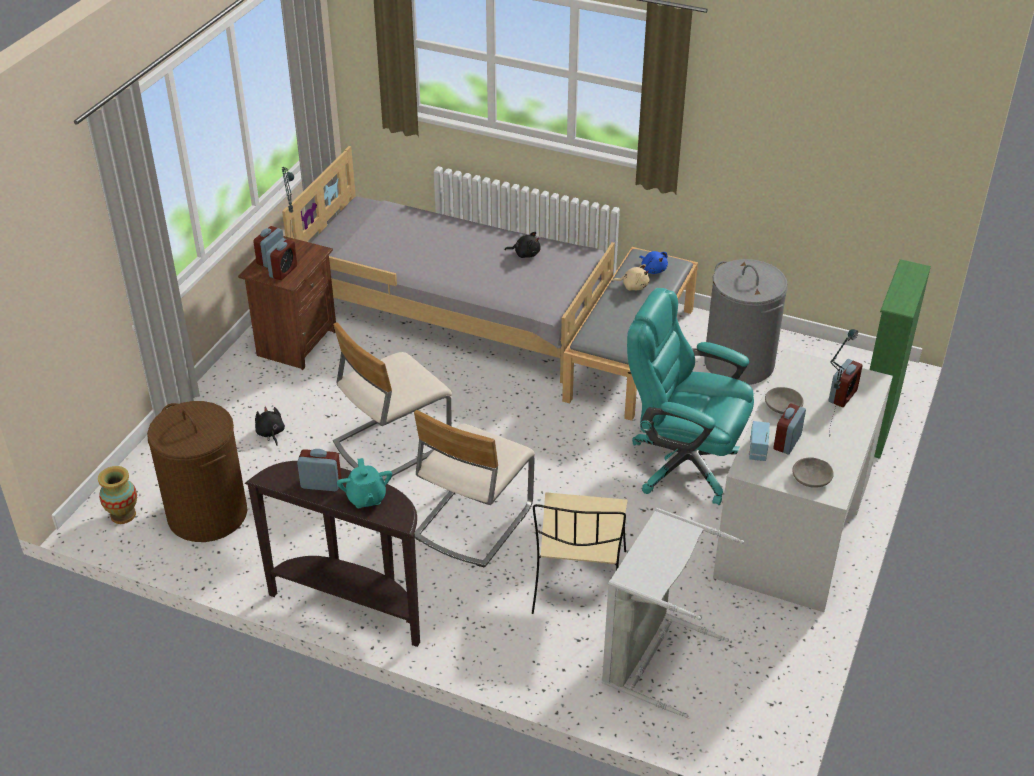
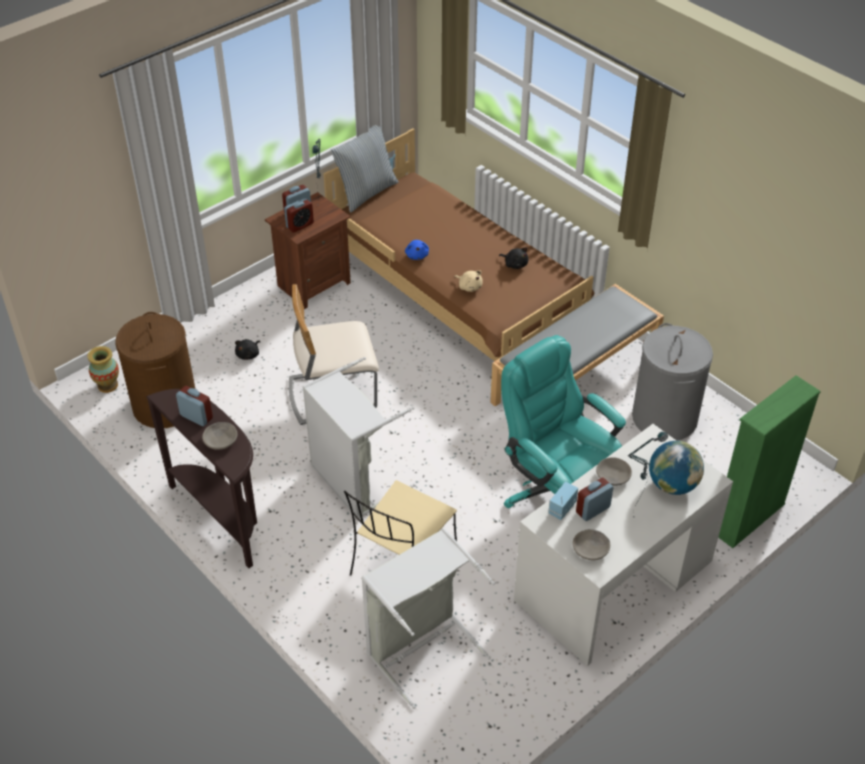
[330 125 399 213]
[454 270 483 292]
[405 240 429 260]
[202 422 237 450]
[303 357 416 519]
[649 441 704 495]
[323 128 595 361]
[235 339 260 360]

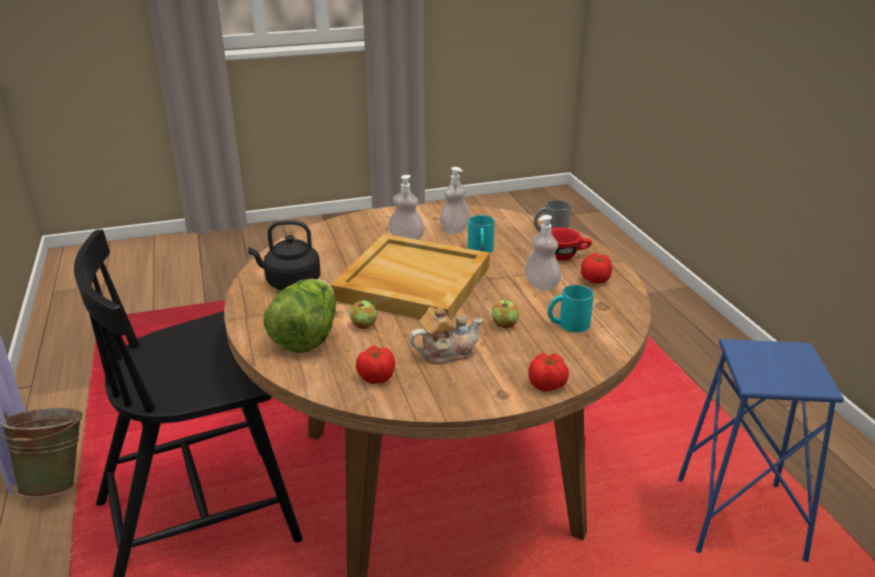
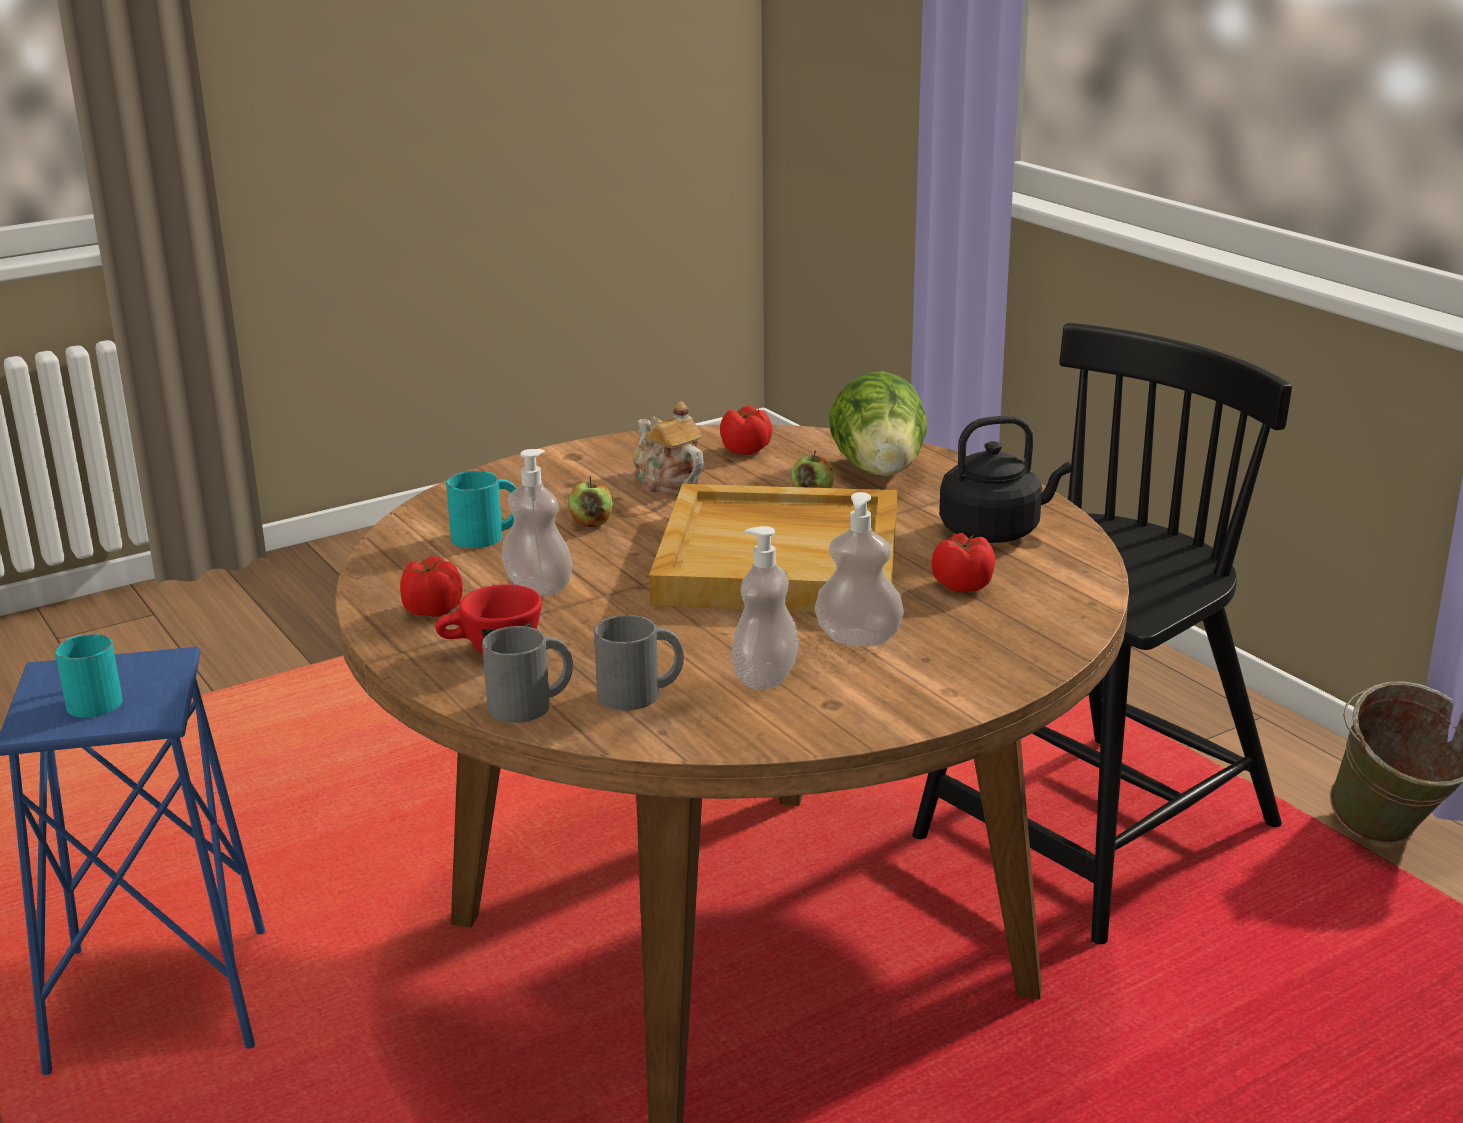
[594 615 684 710]
[55 634 123 718]
[932 533 995 593]
[633 401 704 494]

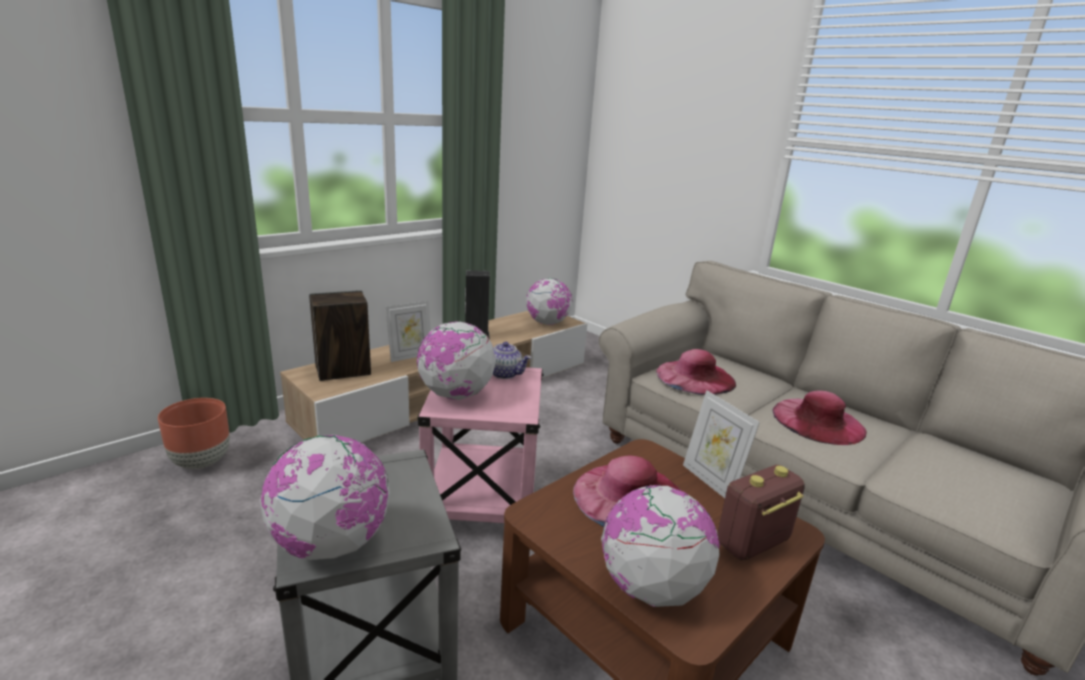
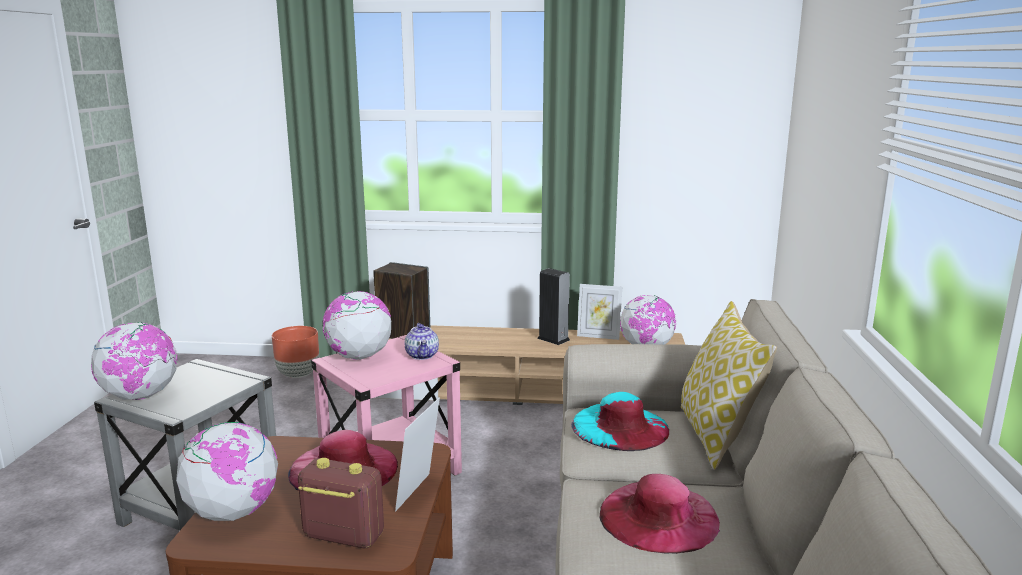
[681 301 777 470]
[577 284 622 340]
[571 392 669 451]

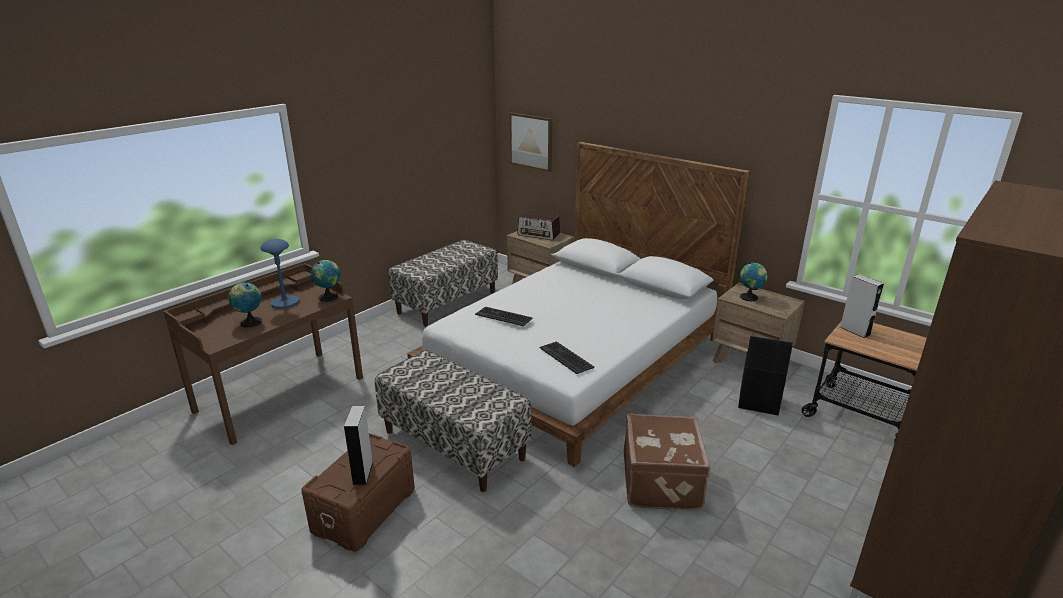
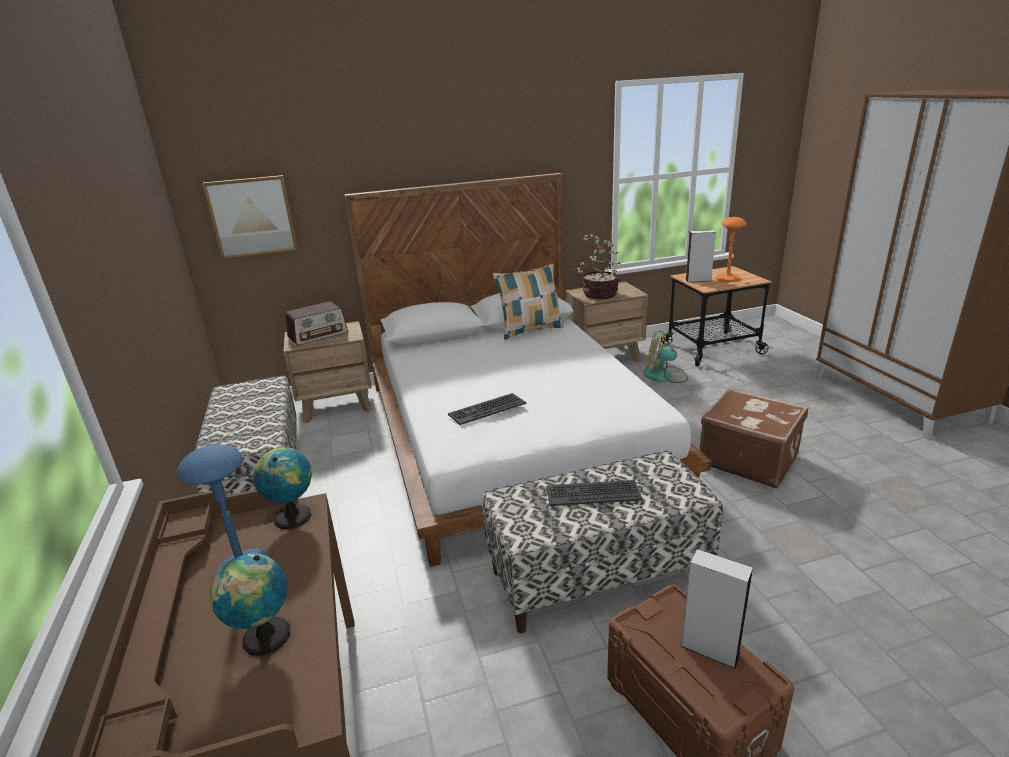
[493 264 564 340]
[716 217 747 282]
[547 480 643 506]
[643 330 688 383]
[575 232 620 299]

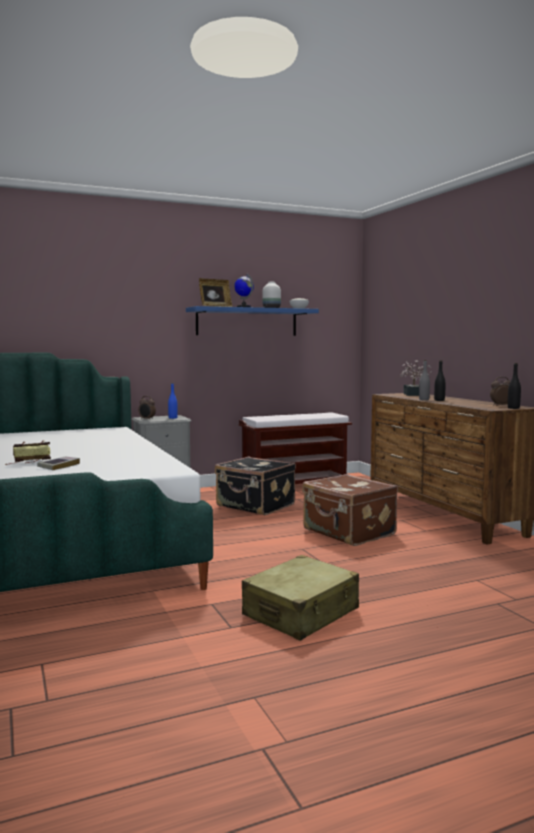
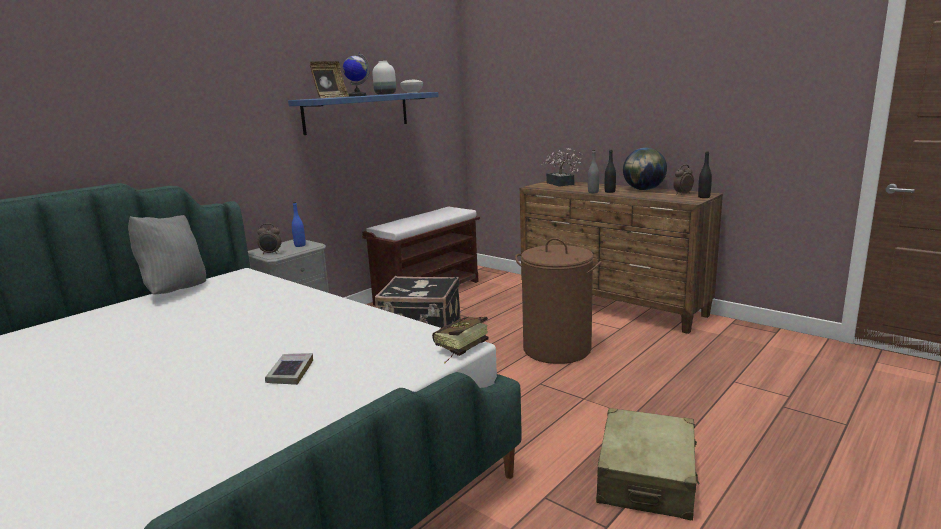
[128 215 206 295]
[623 148 667 190]
[432 317 489 363]
[515 238 602 364]

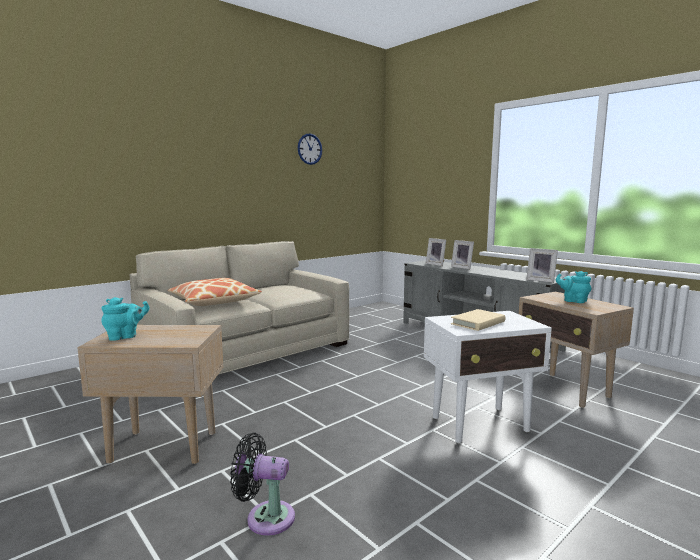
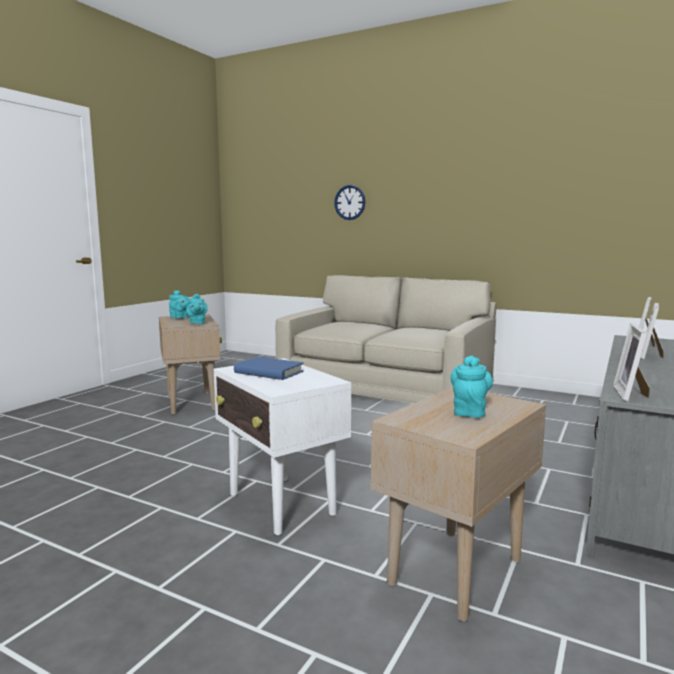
[168 278 262 306] (first image)
[230 433 295 536] (first image)
[186 294 208 324]
[334 185 365 220]
[234 357 304 380]

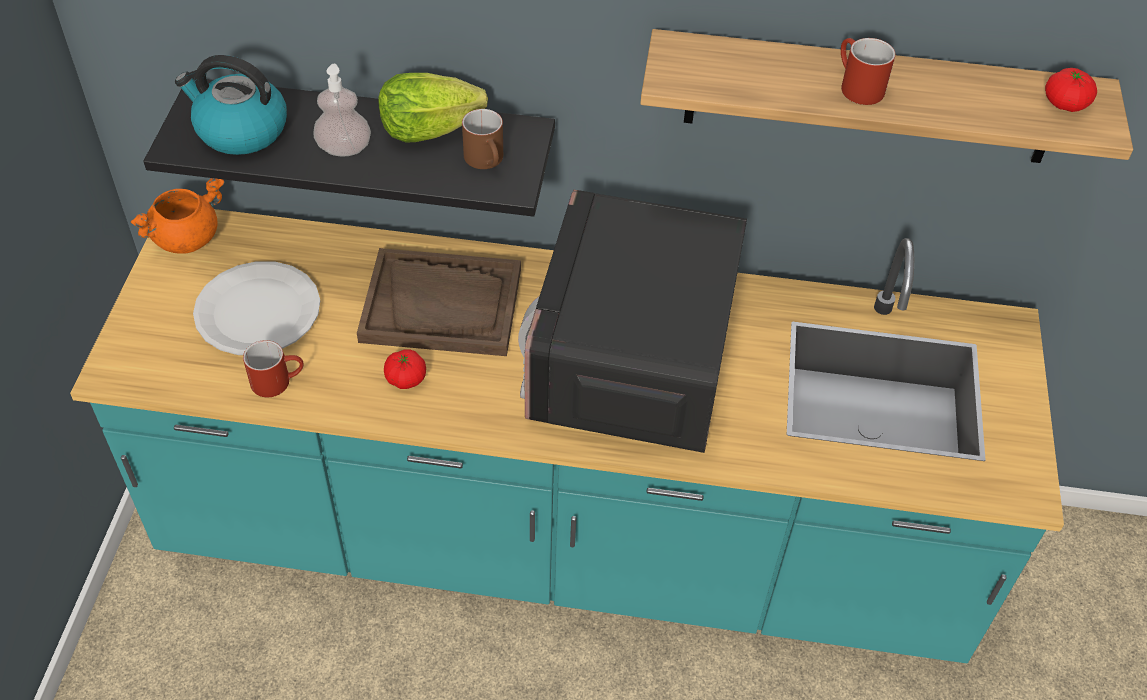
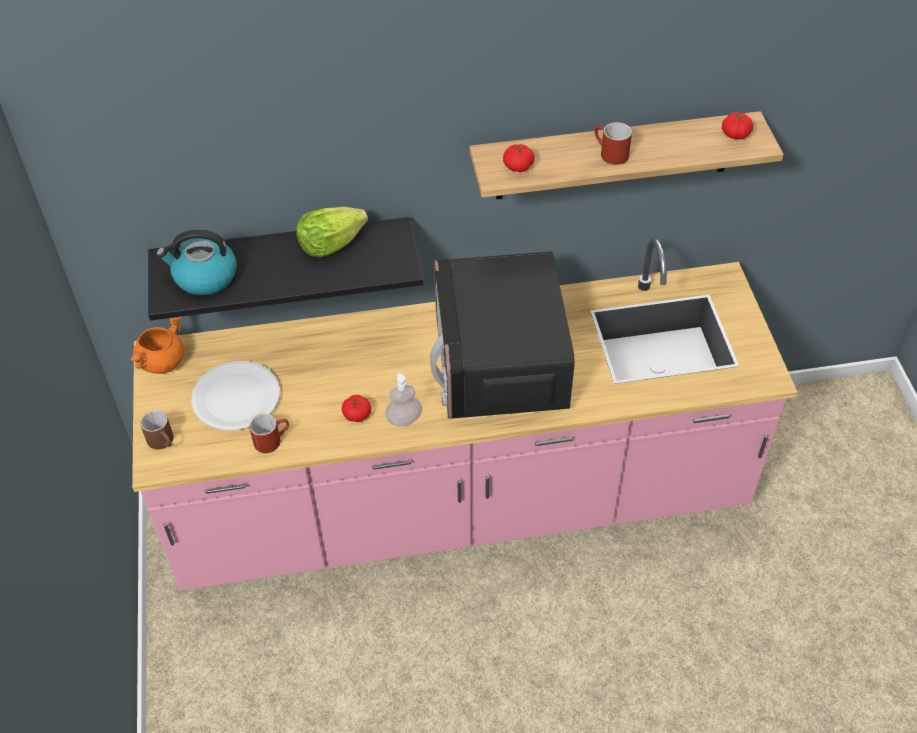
[357 248 521 356] (first image)
[503 144 535 172]
[385 373 422 426]
[140 410 174 449]
[132 238 798 591]

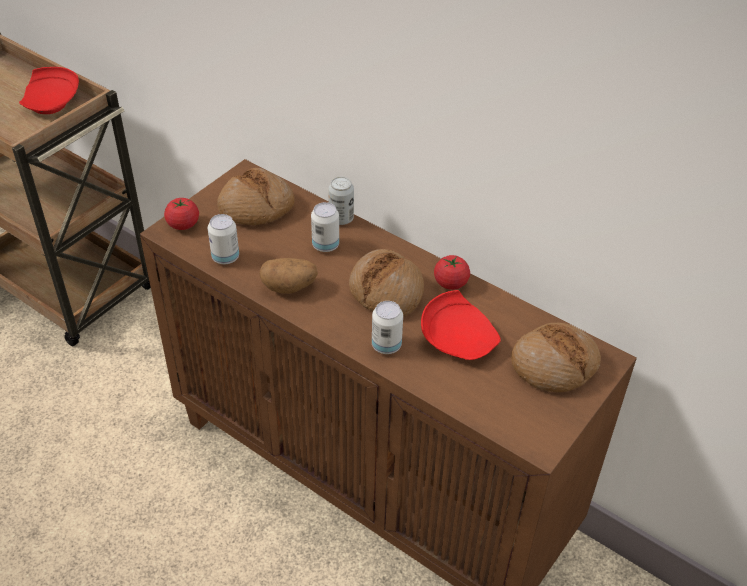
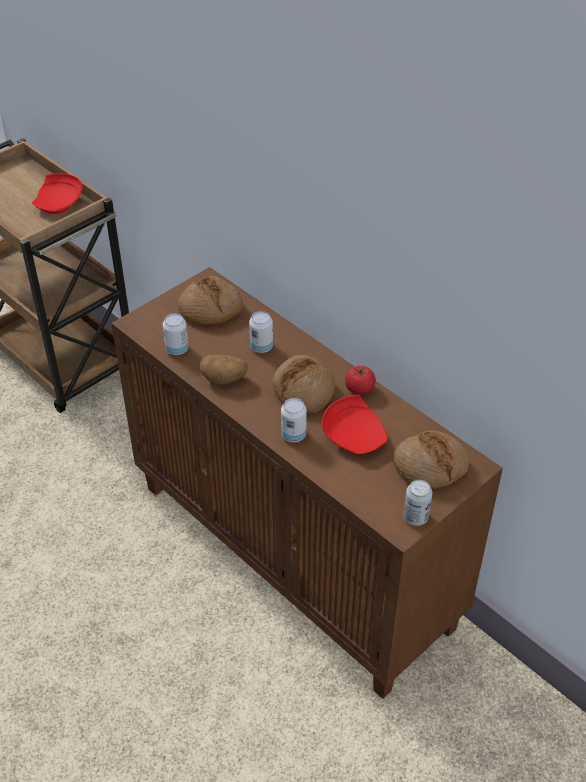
[164 197 199 230] (first image)
[404 480 432 526]

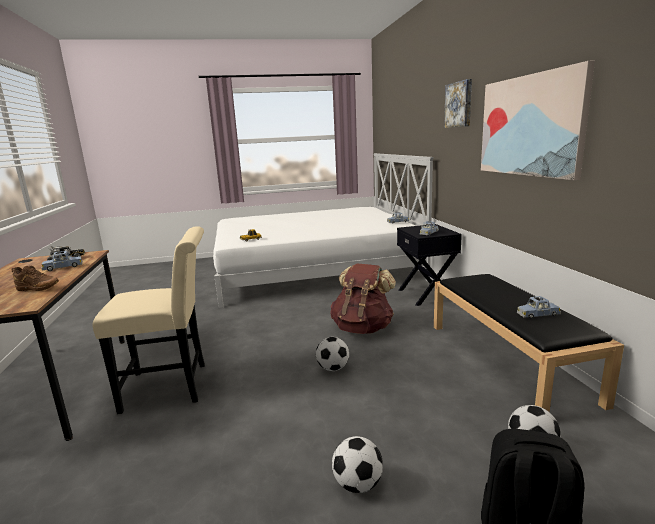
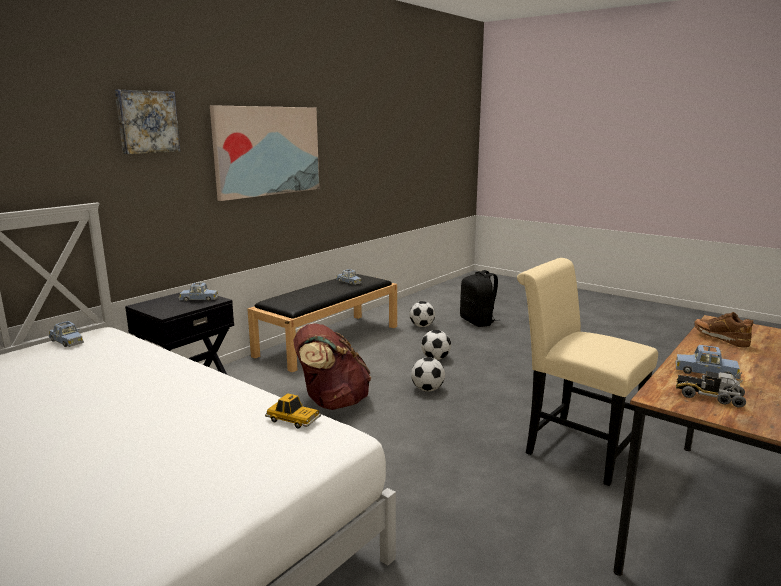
[421 330 451 360]

